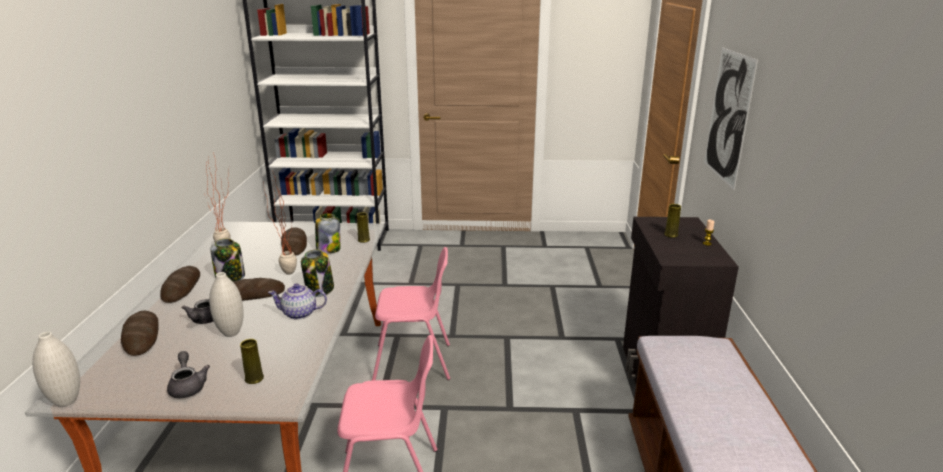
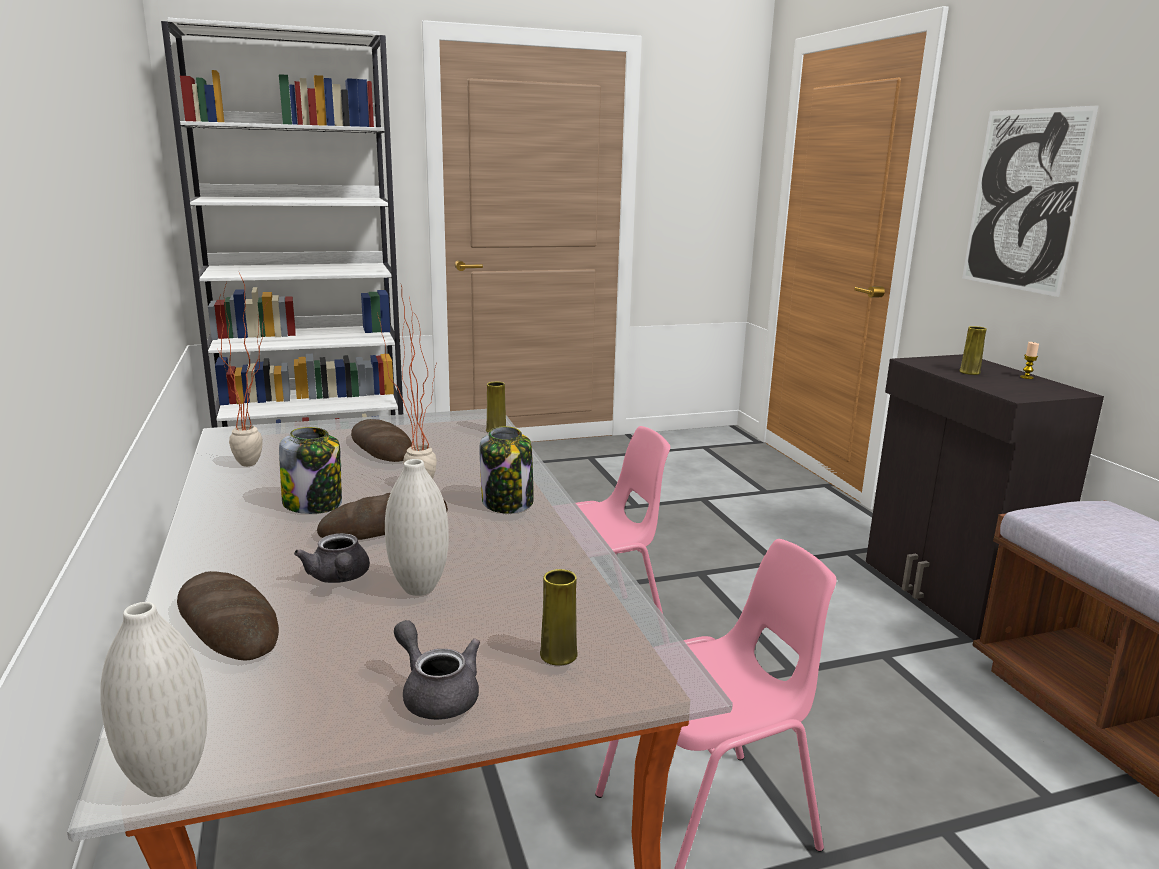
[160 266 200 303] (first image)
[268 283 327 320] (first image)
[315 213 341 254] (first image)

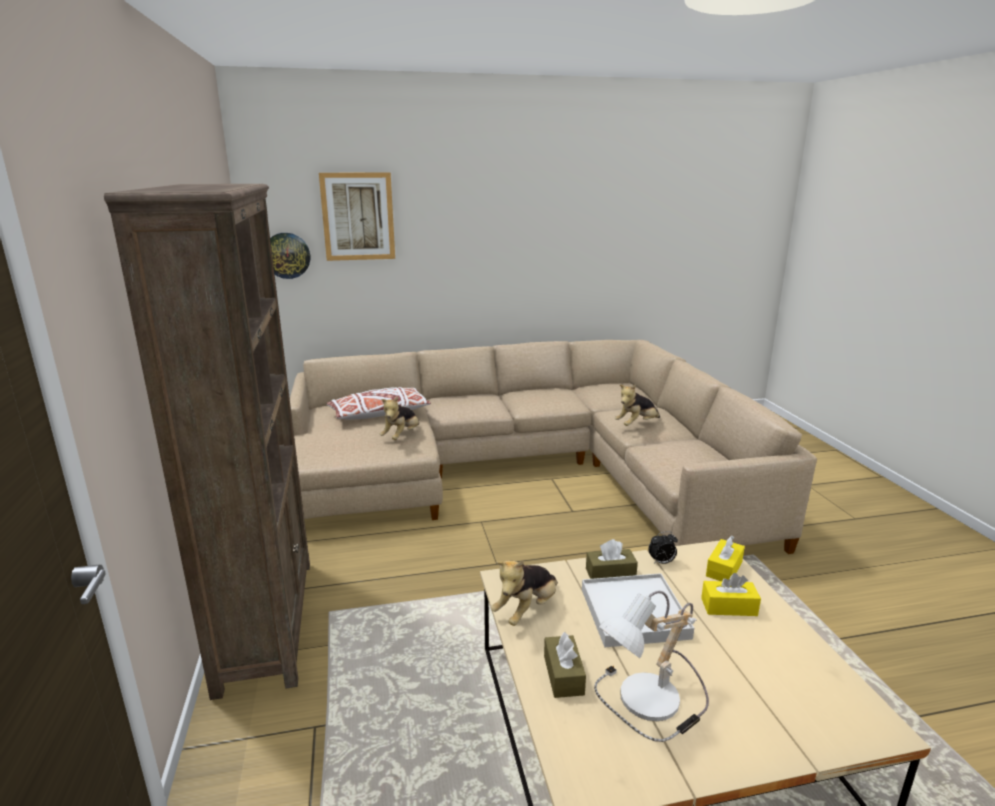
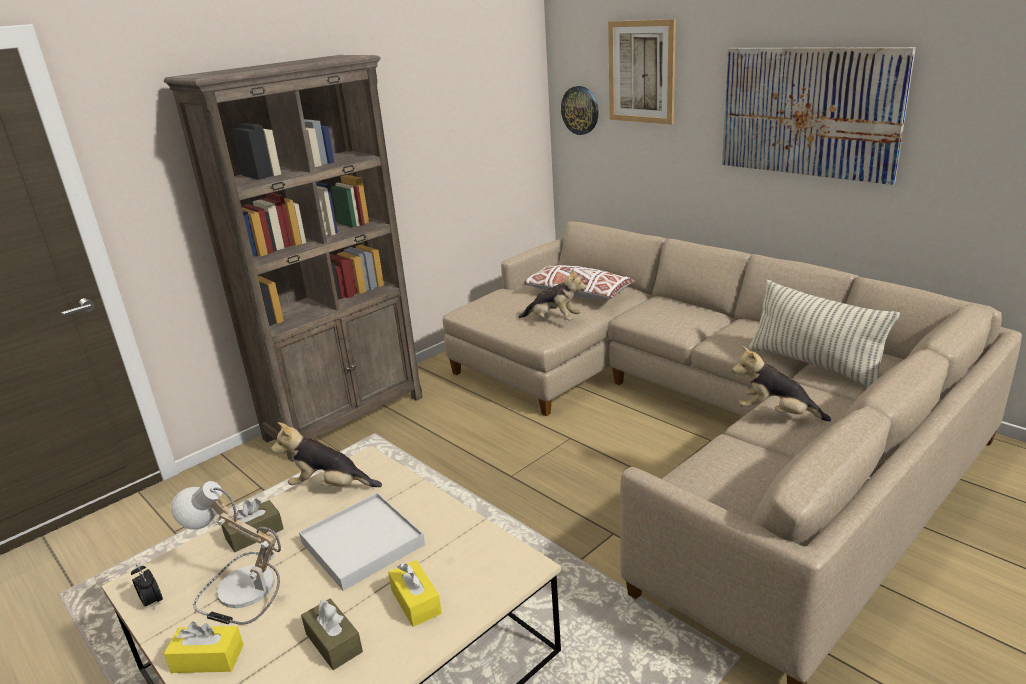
[722 47 916 185]
[749 280 900 388]
[301 599 363 670]
[131 564 163 610]
[164 622 244 673]
[518 268 586 320]

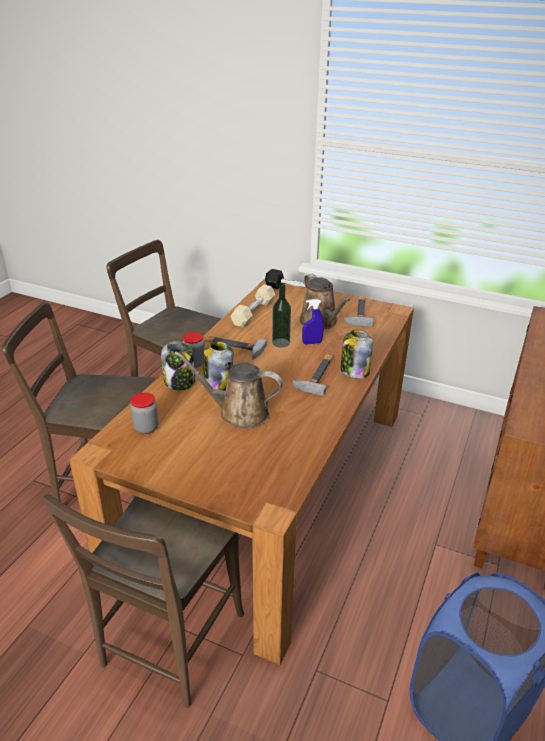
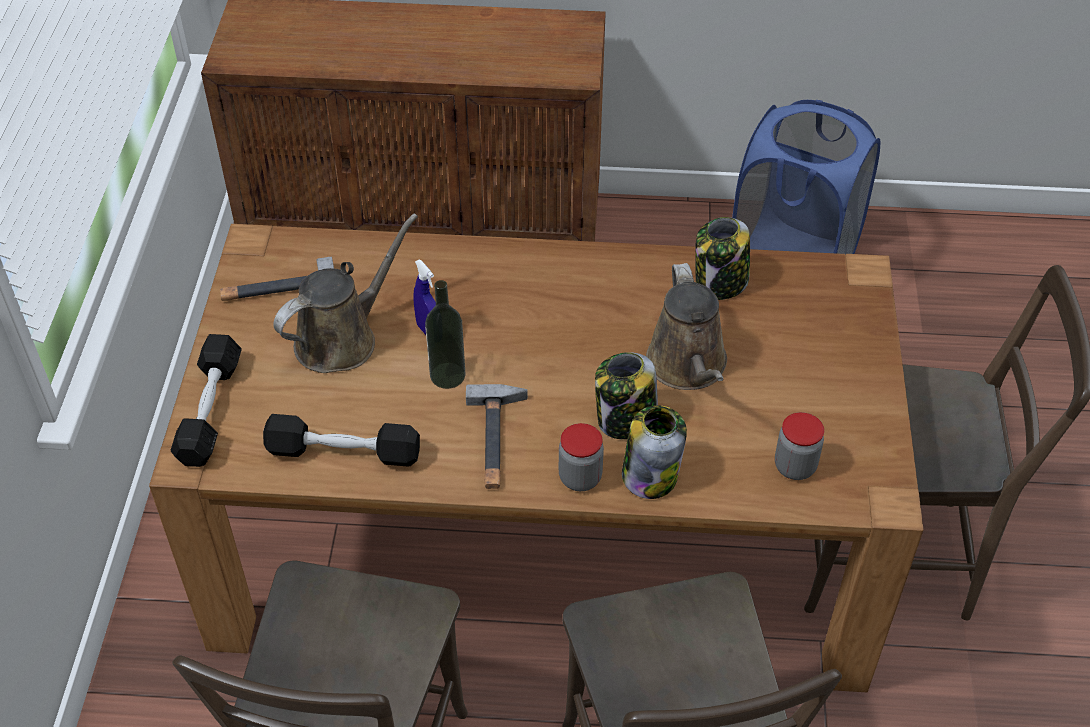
[293 354 333 396] (first image)
[695 217 750 300]
[263 414 420 467]

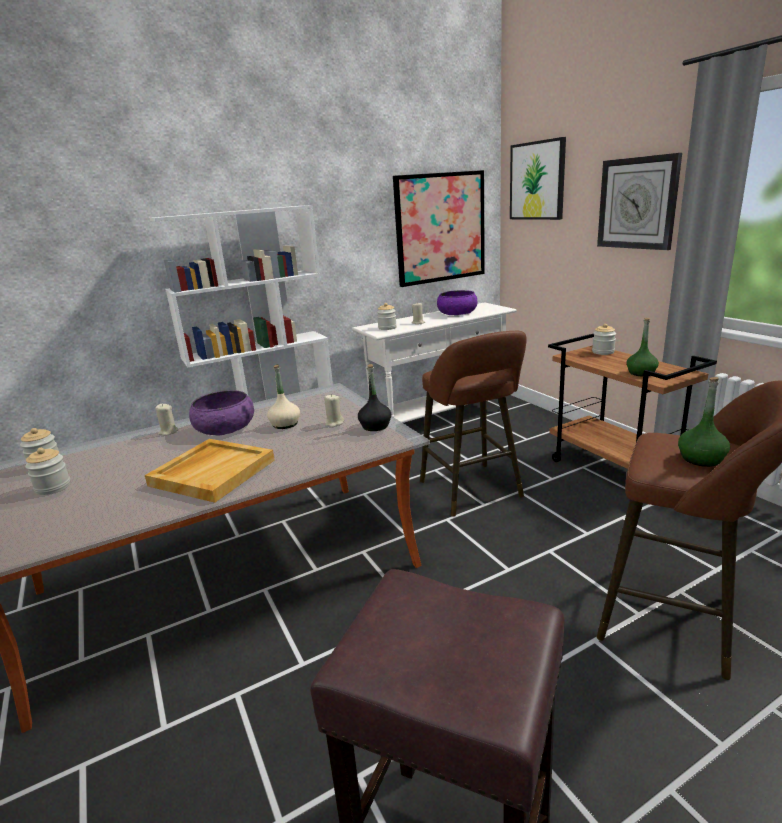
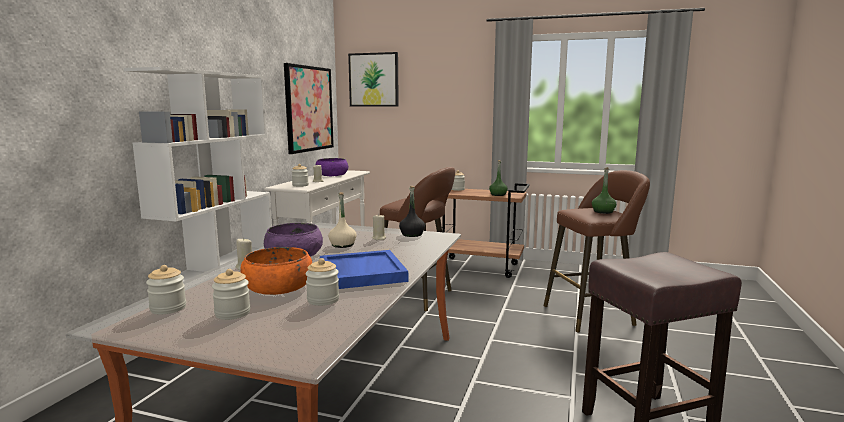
[597 153 682 250] (first image)
[241 247 312 295]
[306 258 339 306]
[320 250 408 289]

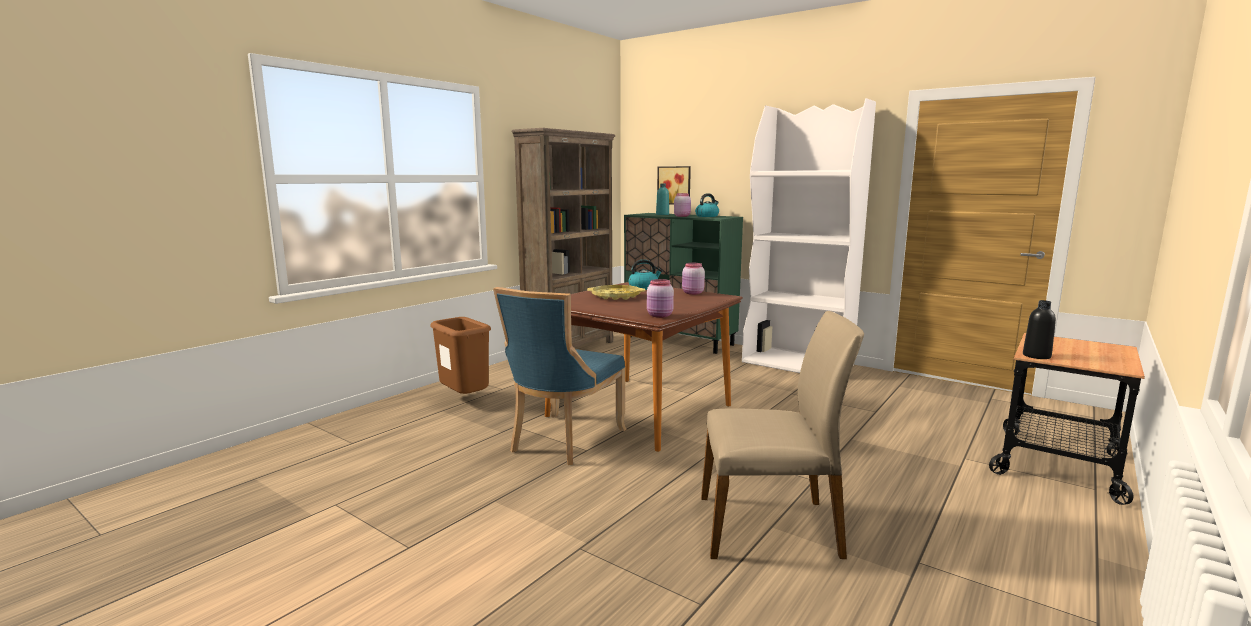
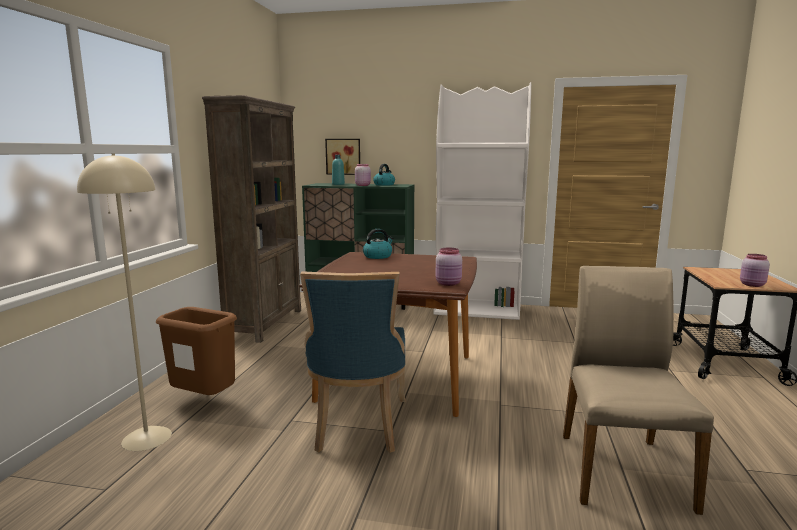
[587 285 645 300] (first image)
[1023 300 1056 359] (first image)
[77 154 172 451]
[740 254 770 287]
[563 266 714 515]

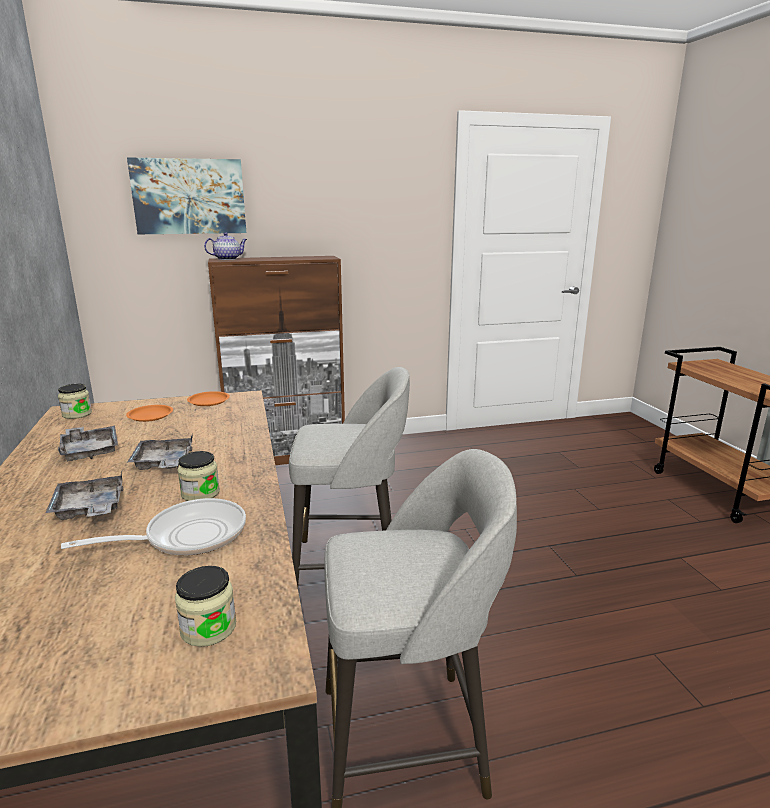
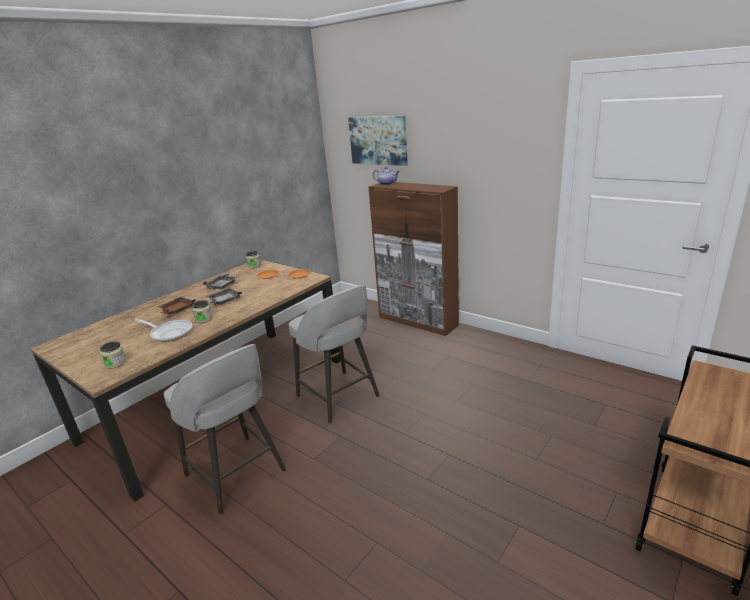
[157 297 196 314]

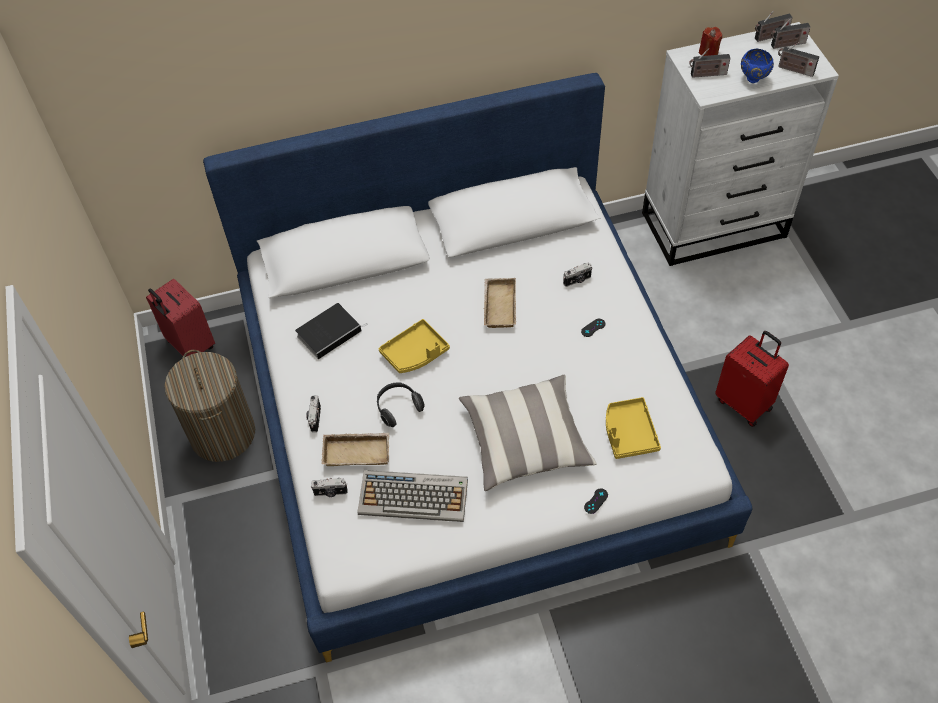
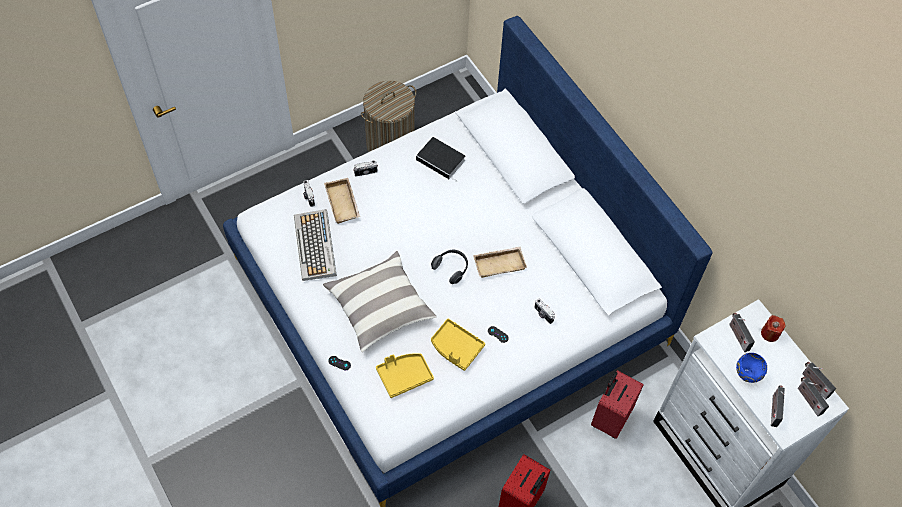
[591 370 644 439]
[431 249 468 284]
[431 319 485 371]

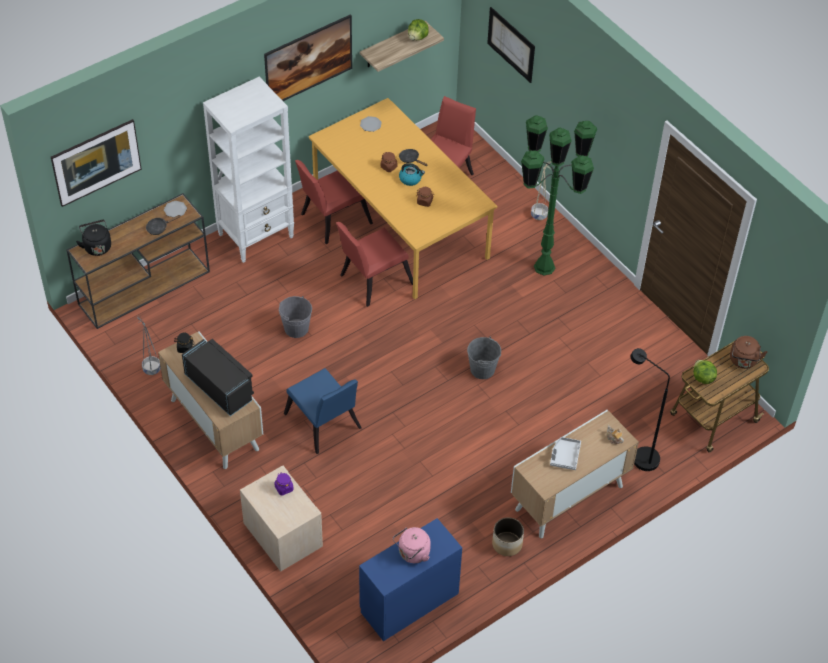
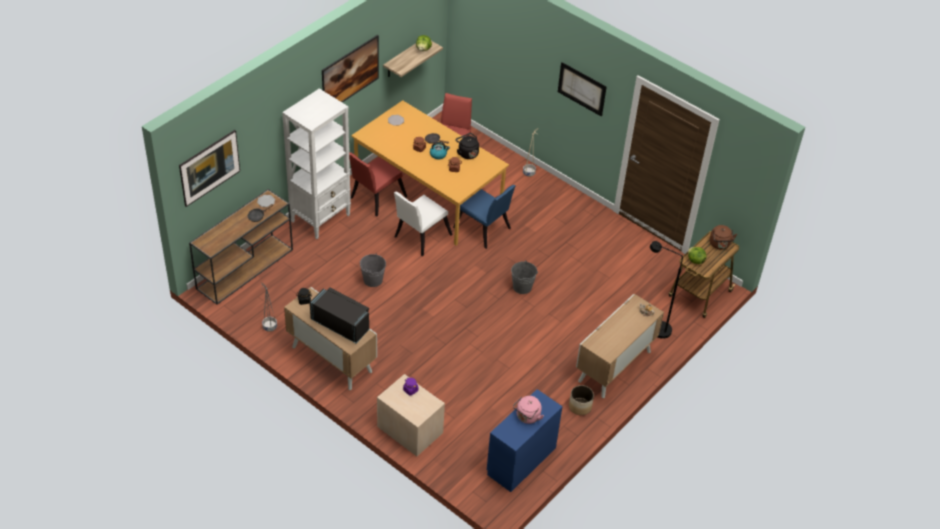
[521 115 597 276] (first image)
[550 437 581 470] (first image)
[455 133 479 159]
[453 185 515 249]
[558 62 607 117]
[394 192 453 256]

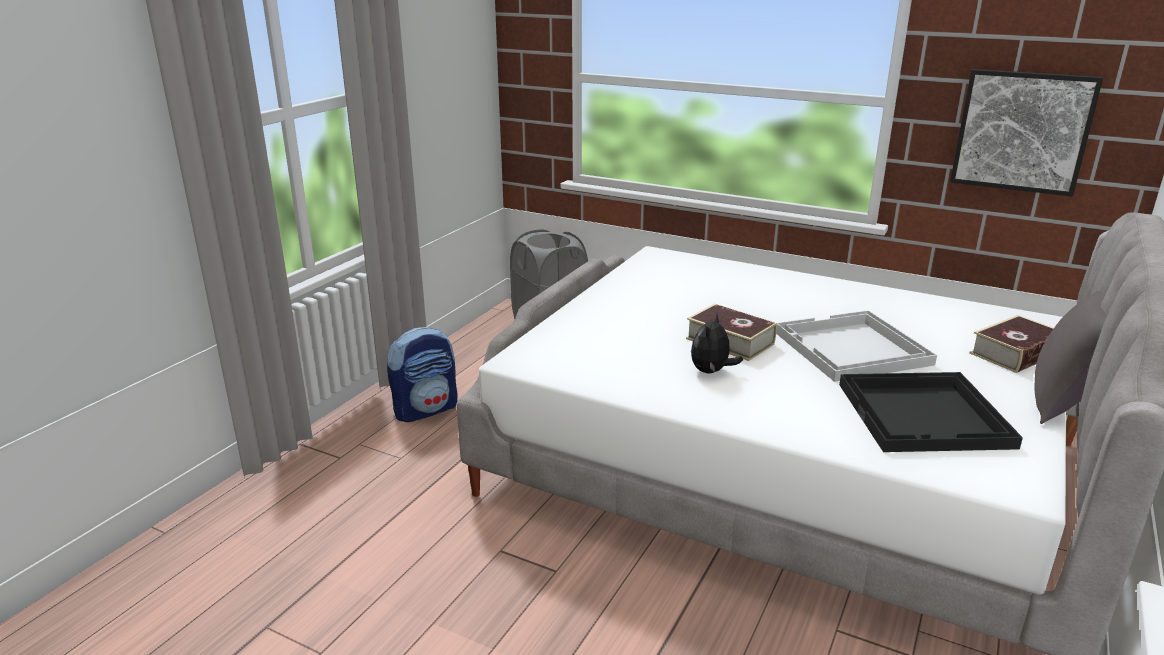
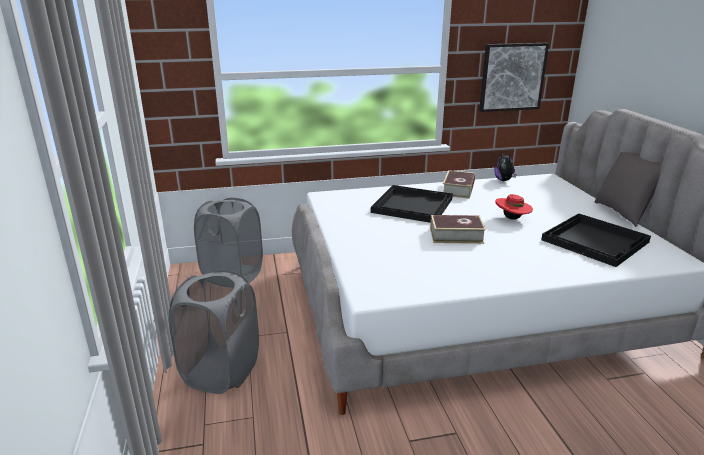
[371 185 453 223]
[494 152 517 181]
[443 170 475 199]
[169 269 259 394]
[495 194 533 220]

